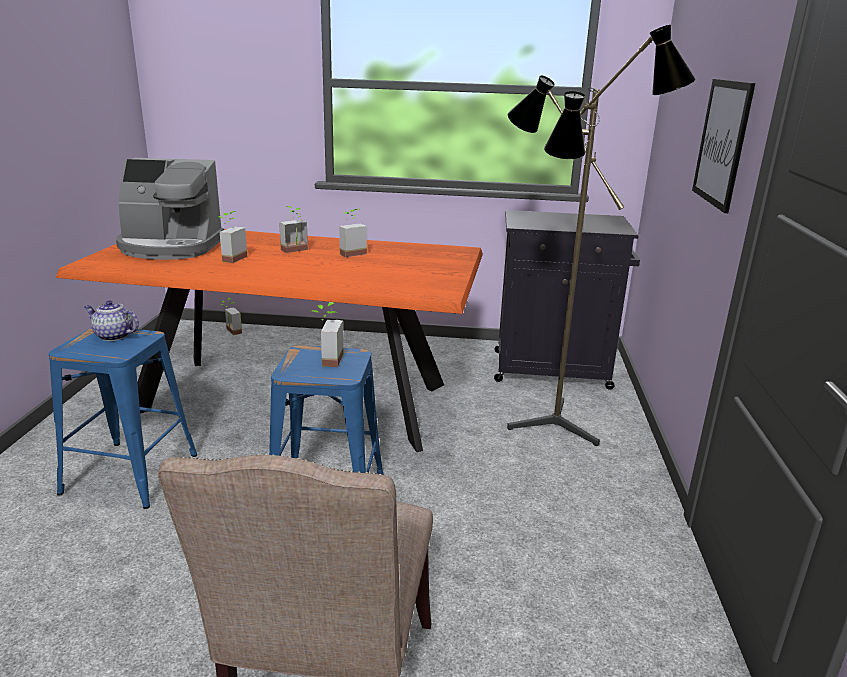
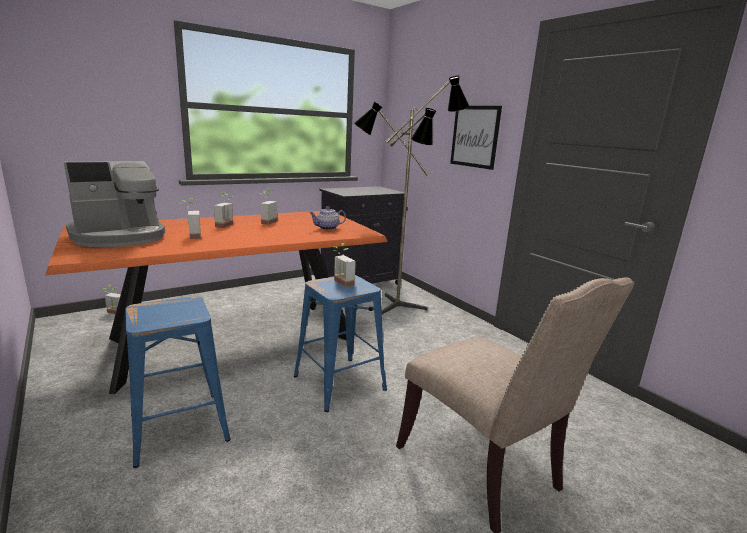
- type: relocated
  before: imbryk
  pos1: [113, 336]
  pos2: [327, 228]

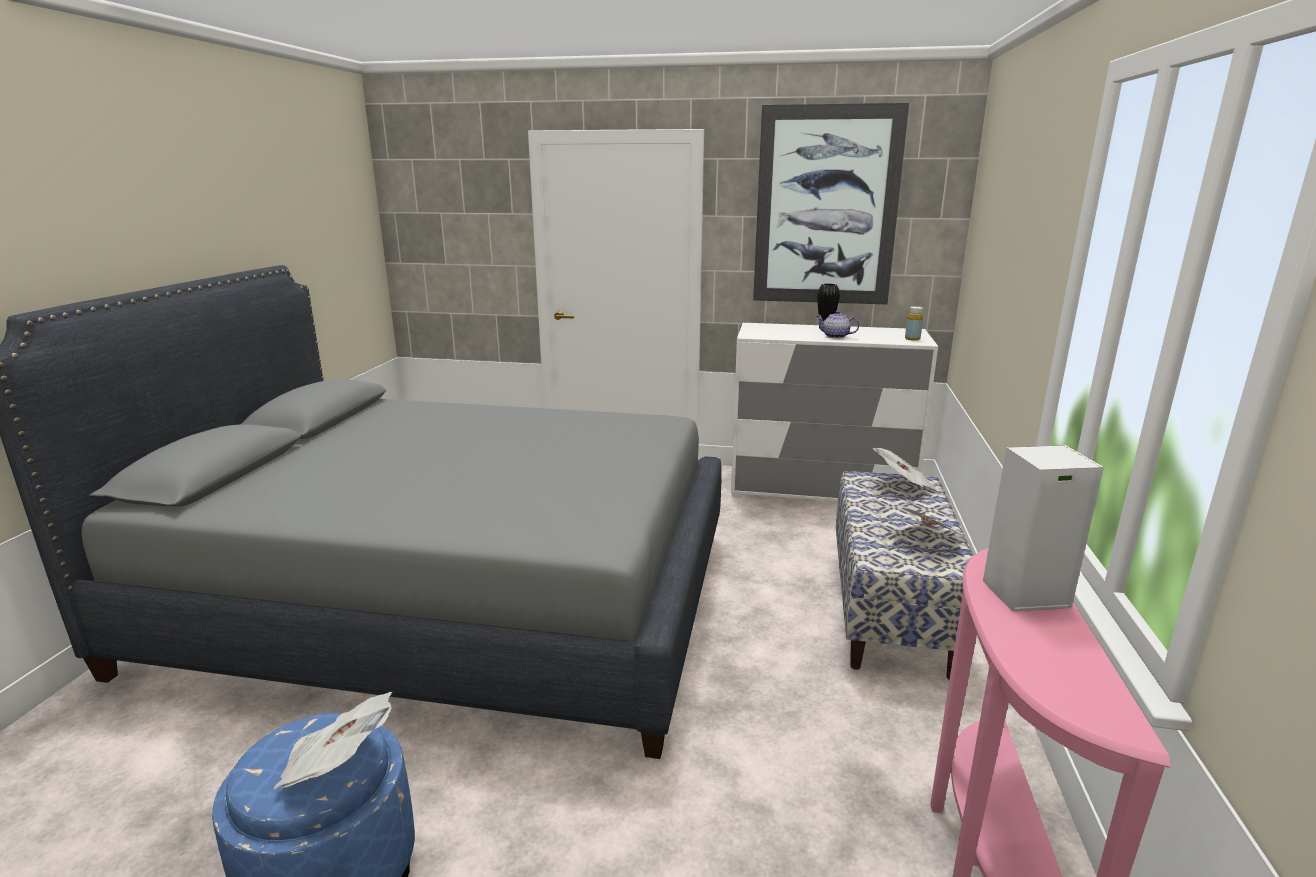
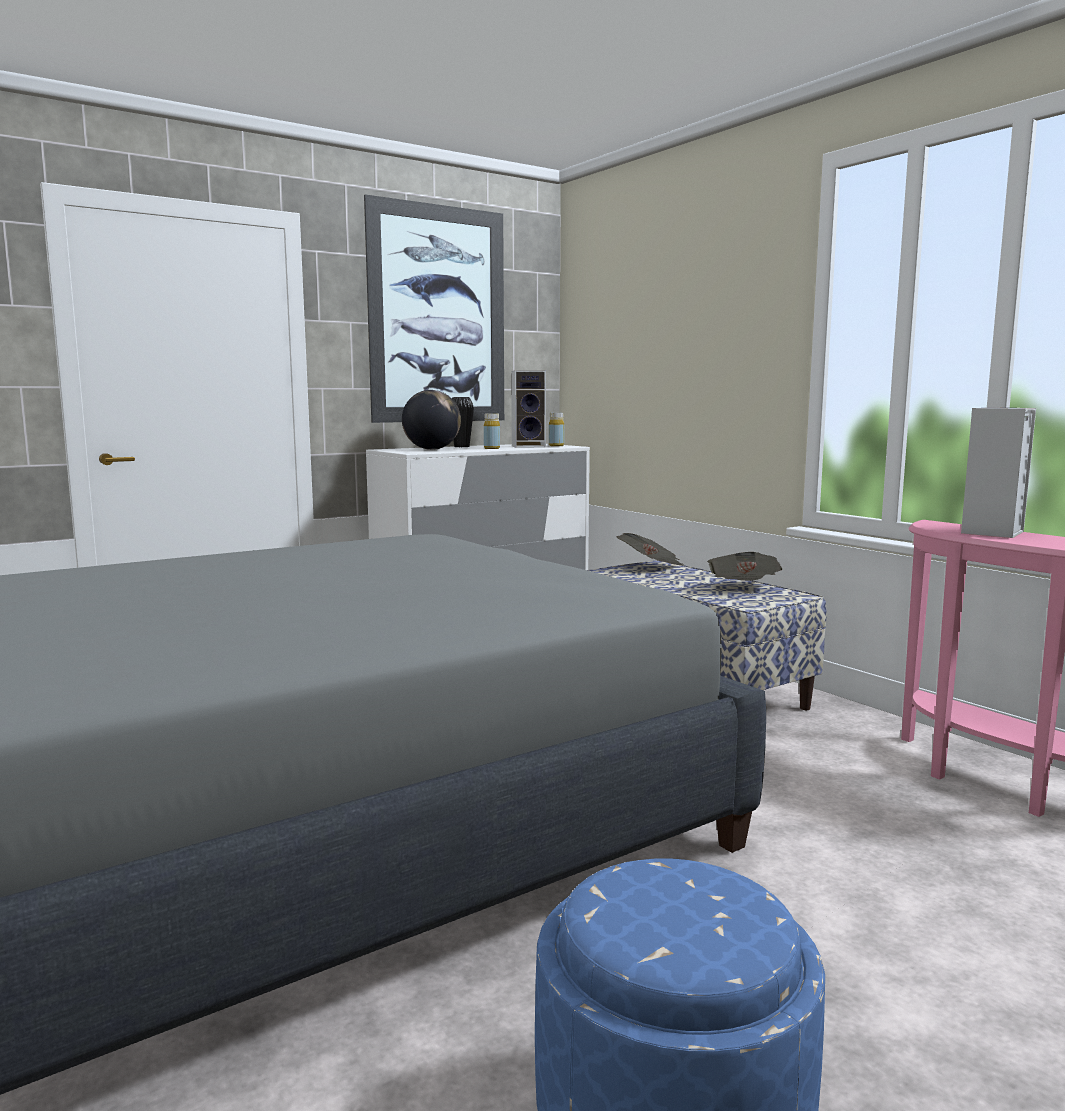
- type: appeared
  after: globus
  pos2: [432, 449]
- type: exchanged
  before: imbryk
  after: butelka (żółty)
  pos1: [836, 336]
  pos2: [491, 448]
- type: appeared
  after: głośnik
  pos2: [529, 446]
- type: missing
  before: gazeta
  pos1: [338, 764]

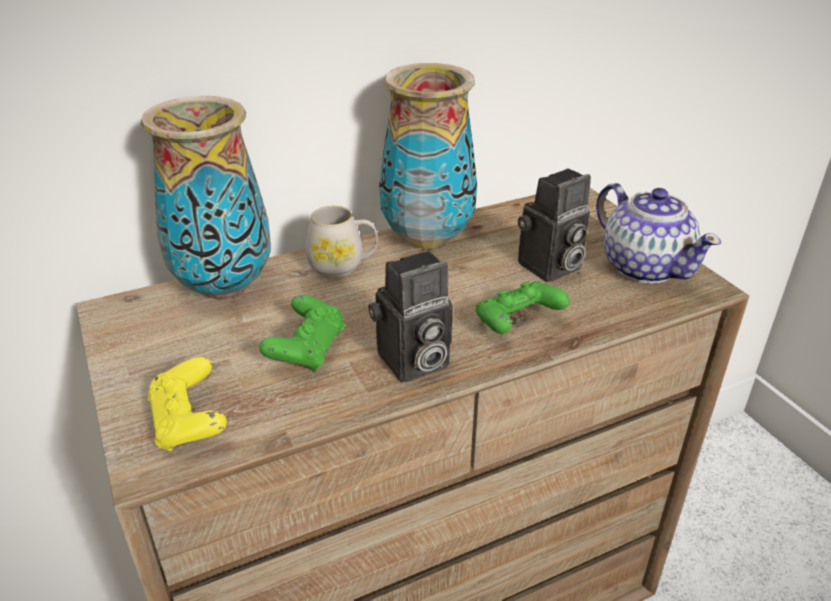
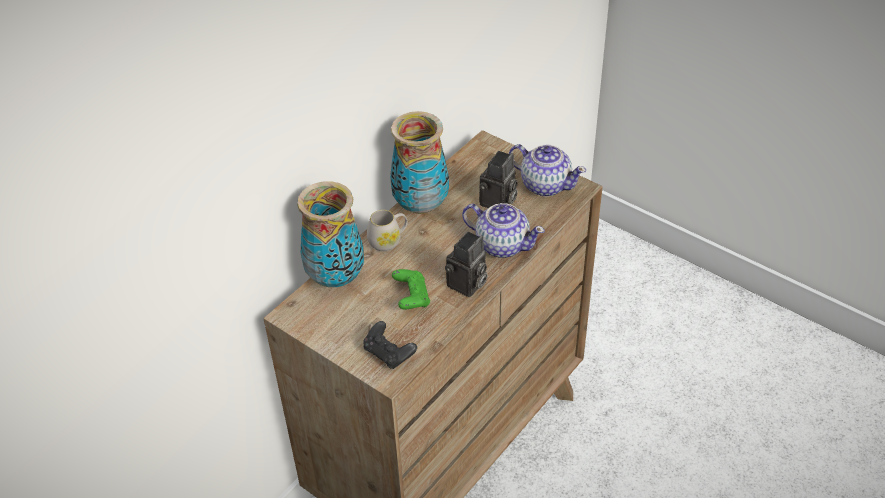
- type: colour
  before: pad do gier (żółty)
  after: pad do gier (czarny)
  pos1: [189, 422]
  pos2: [389, 353]
- type: exchanged
  before: pad do gier (zielony)
  after: imbryk
  pos1: [517, 324]
  pos2: [502, 244]

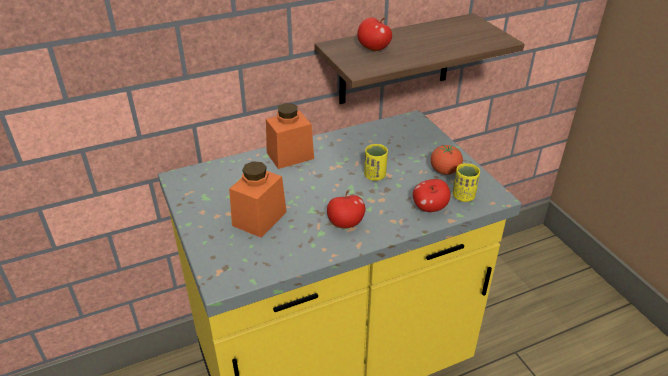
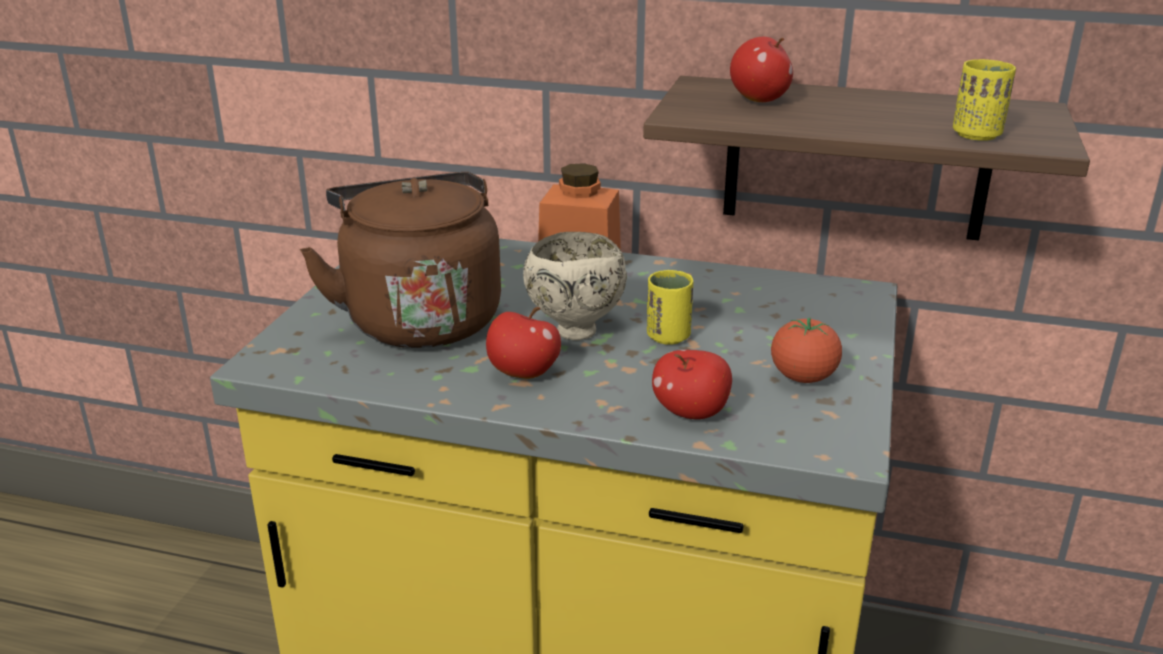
- type: exchanged
  before: słoik (pomarańczowy)
  after: czajnik (brązowy)
  pos1: [259, 218]
  pos2: [419, 318]
- type: appeared
  after: miska (beżowy)
  pos2: [574, 330]
- type: relocated
  before: filiżanka (żółty)
  pos1: [463, 196]
  pos2: [977, 135]

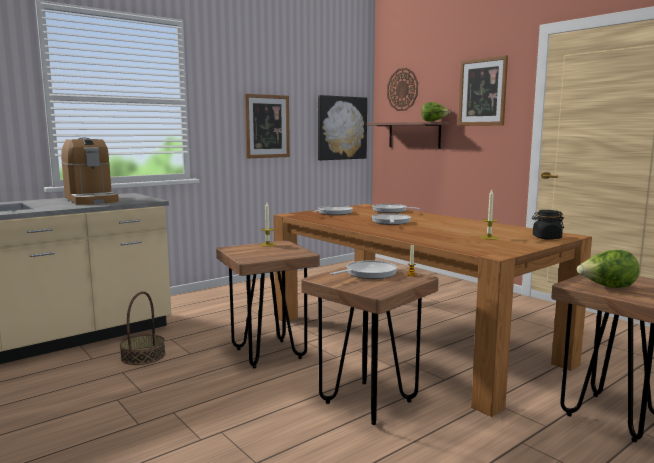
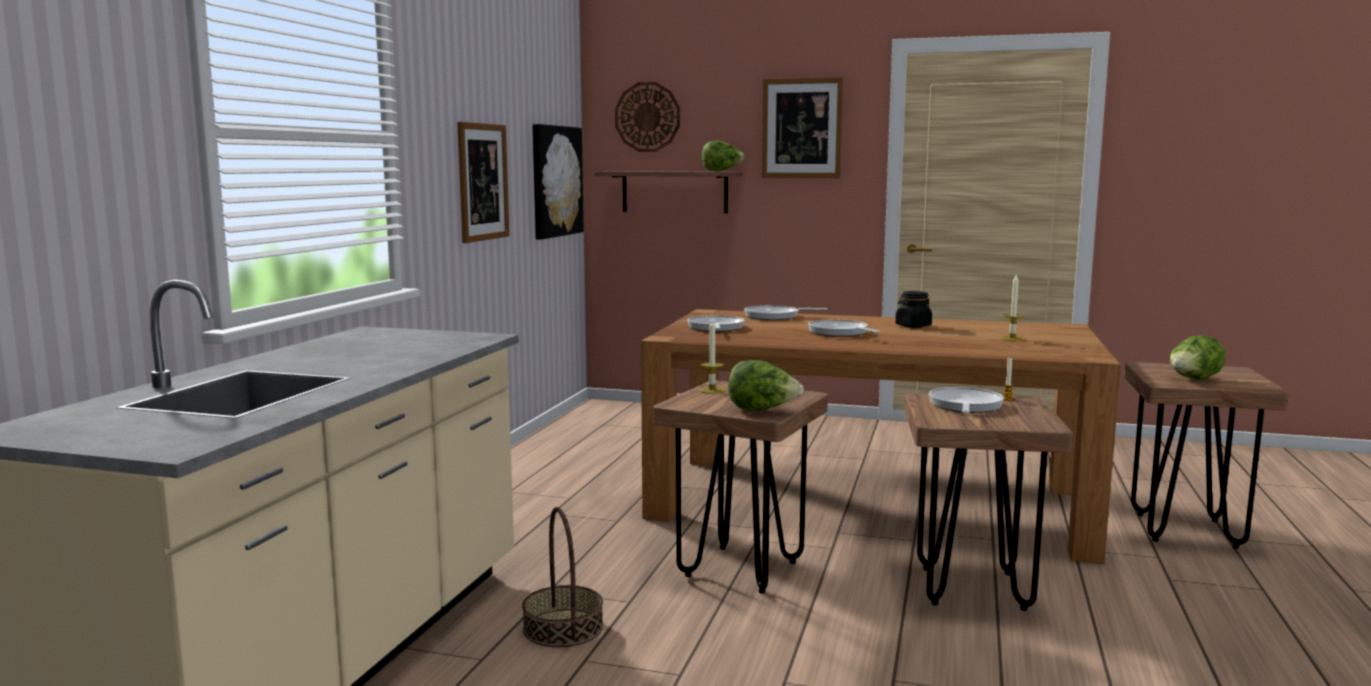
- type: appeared
  after: sałata
  pos2: [762, 410]
- type: relocated
  before: słoik (czarny)
  pos1: [546, 238]
  pos2: [913, 326]
- type: missing
  before: ekspres do kawy
  pos1: [91, 199]

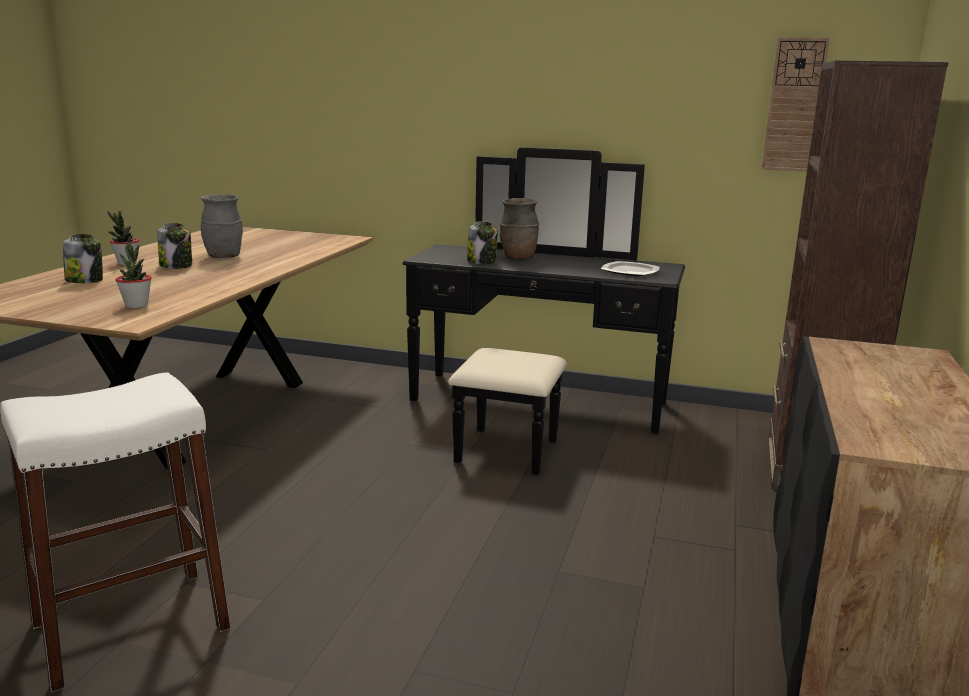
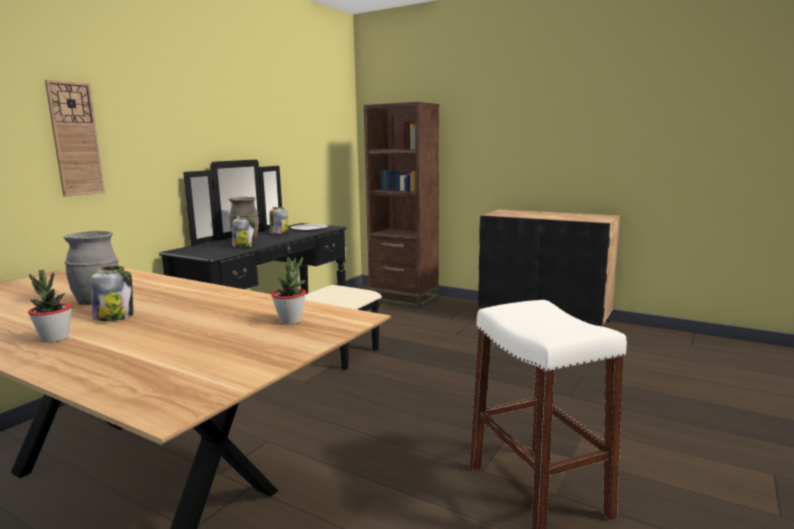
- type: relocated
  before: zegar ścienny
  pos1: [794, 105]
  pos2: [75, 139]
- type: relocated
  before: słoik
  pos1: [85, 280]
  pos2: [279, 233]

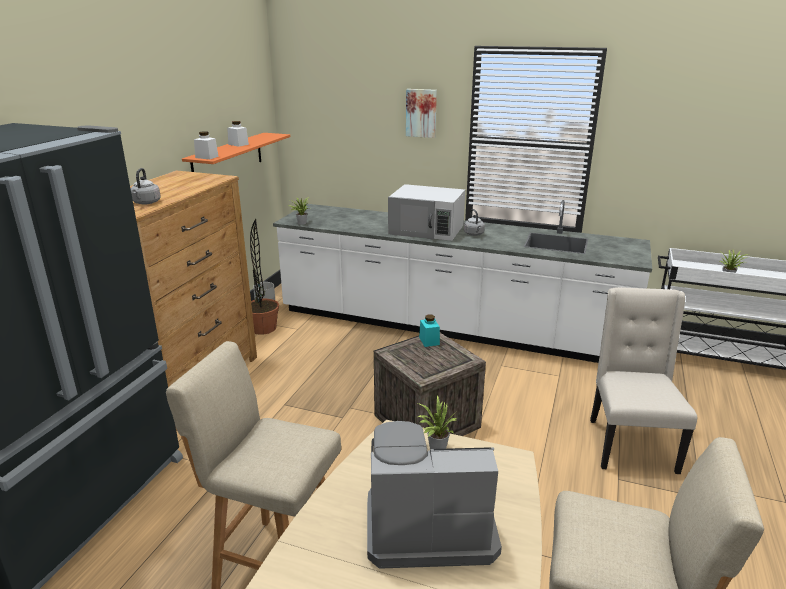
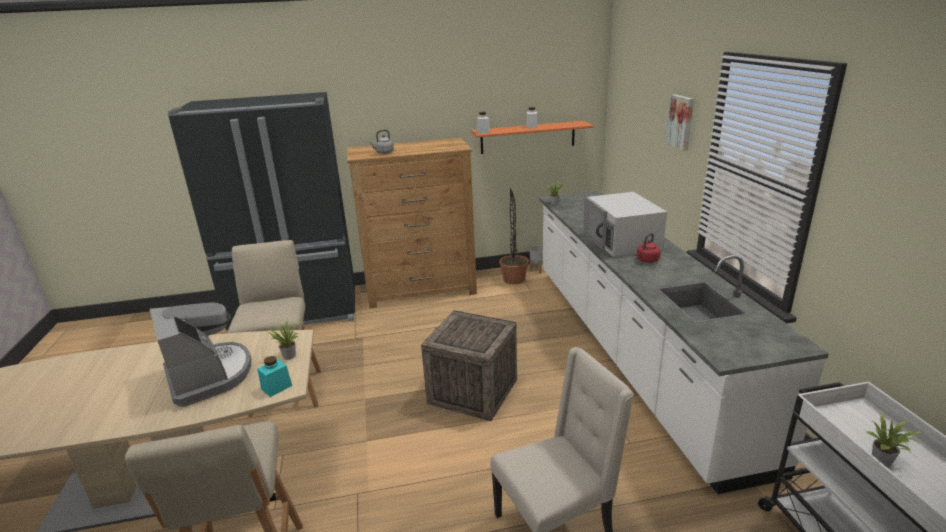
- type: relocated
  before: słoik (turkusowy)
  pos1: [429, 341]
  pos2: [276, 387]
- type: colour
  before: czajnik (szary)
  after: czajnik (czerwony)
  pos1: [474, 234]
  pos2: [646, 260]

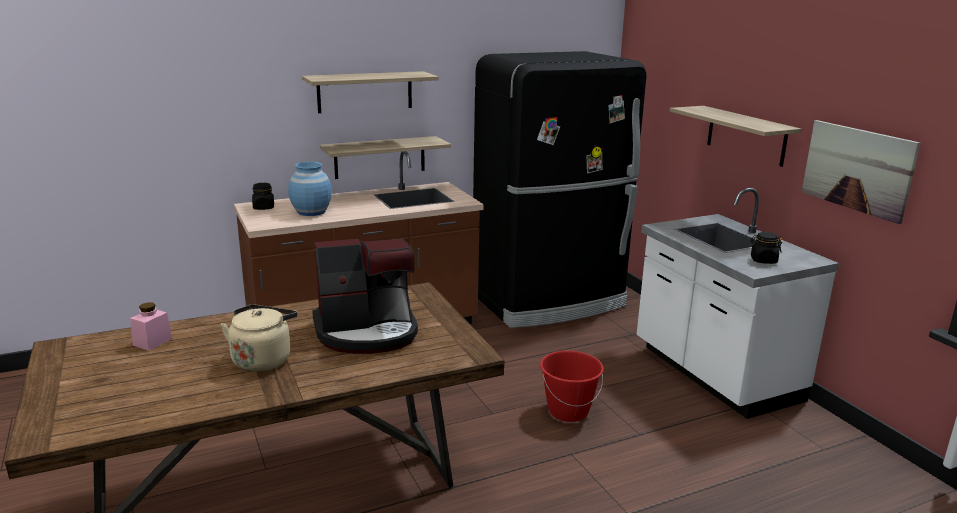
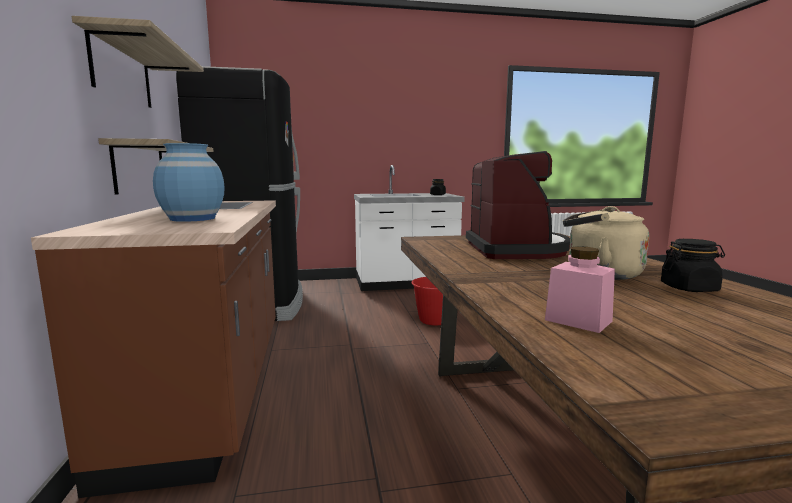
- type: relocated
  before: słoik (czarny)
  pos1: [263, 207]
  pos2: [689, 288]
- type: missing
  before: półka
  pos1: [746, 135]
- type: missing
  before: obraz
  pos1: [857, 169]

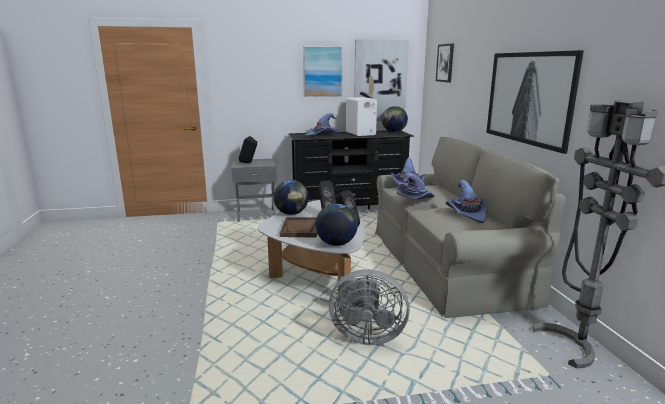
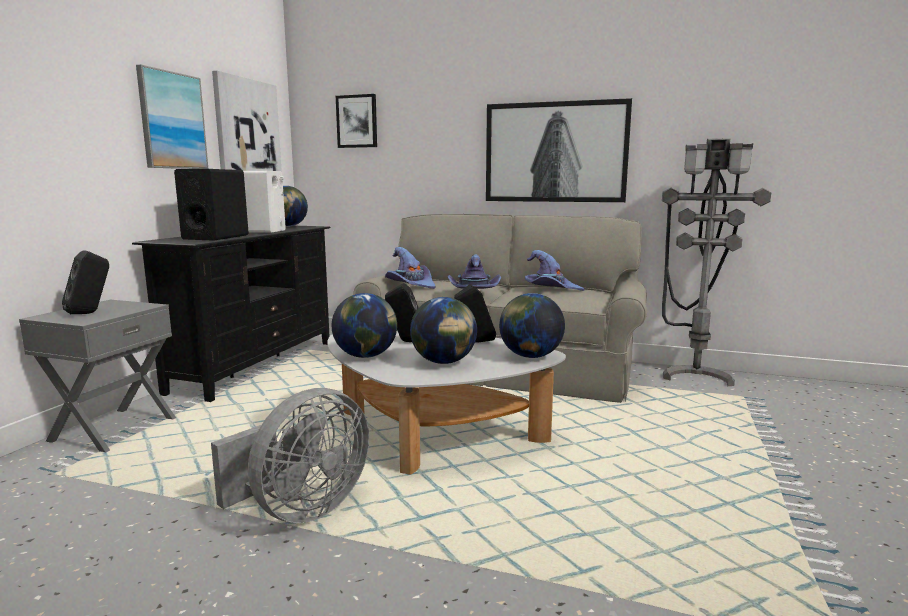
- type: exchanged
  before: kapelusz (fioletowy)
  after: głośnik (czarny)
  pos1: [322, 135]
  pos2: [216, 237]
- type: relocated
  before: wentylator (szary)
  pos1: [365, 335]
  pos2: [301, 510]
- type: exchanged
  before: taca (brązowy)
  after: globus
  pos1: [300, 228]
  pos2: [444, 362]

